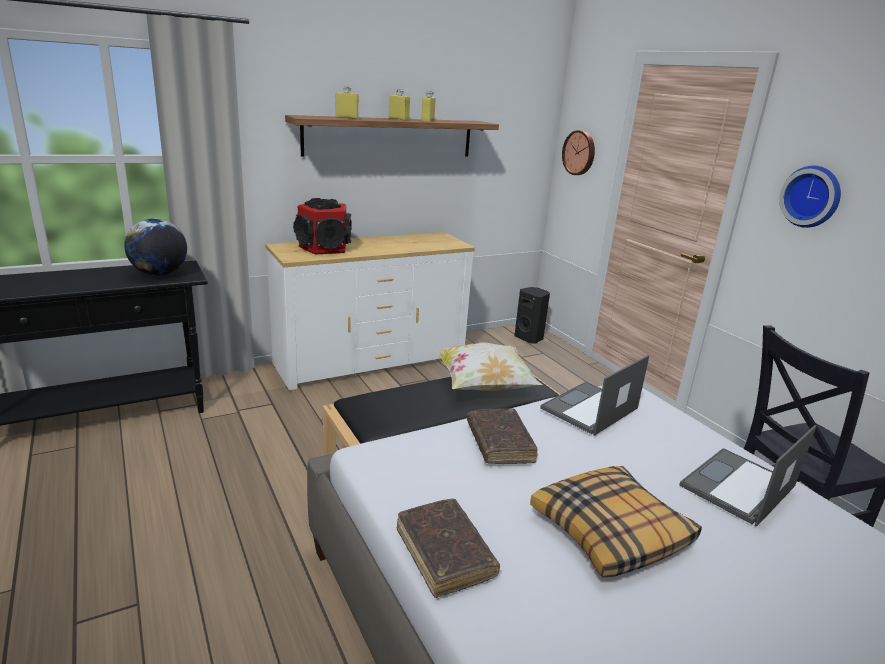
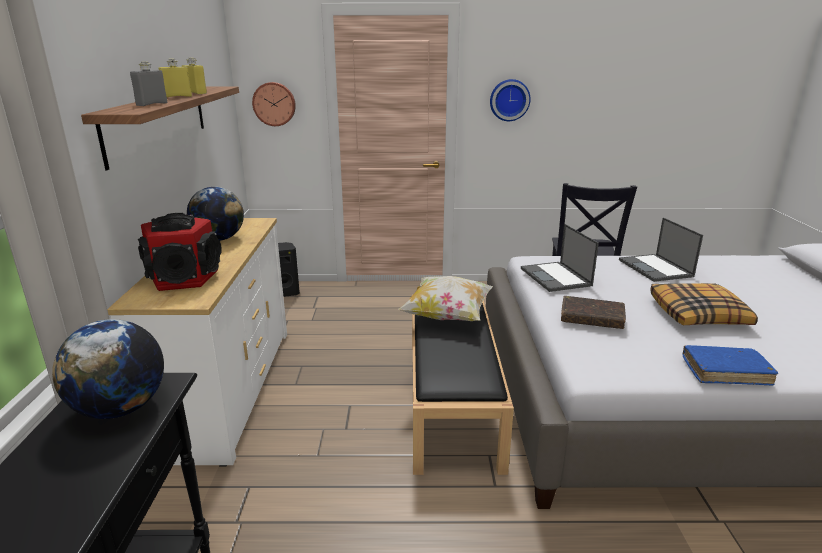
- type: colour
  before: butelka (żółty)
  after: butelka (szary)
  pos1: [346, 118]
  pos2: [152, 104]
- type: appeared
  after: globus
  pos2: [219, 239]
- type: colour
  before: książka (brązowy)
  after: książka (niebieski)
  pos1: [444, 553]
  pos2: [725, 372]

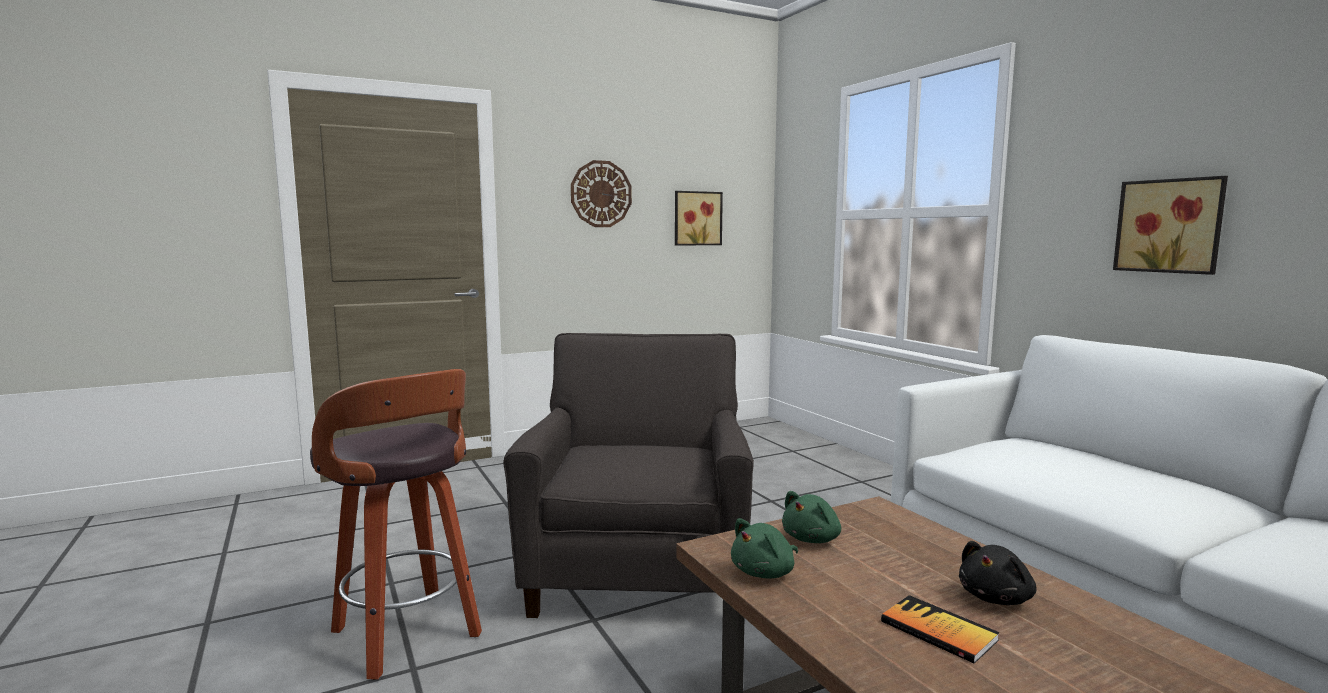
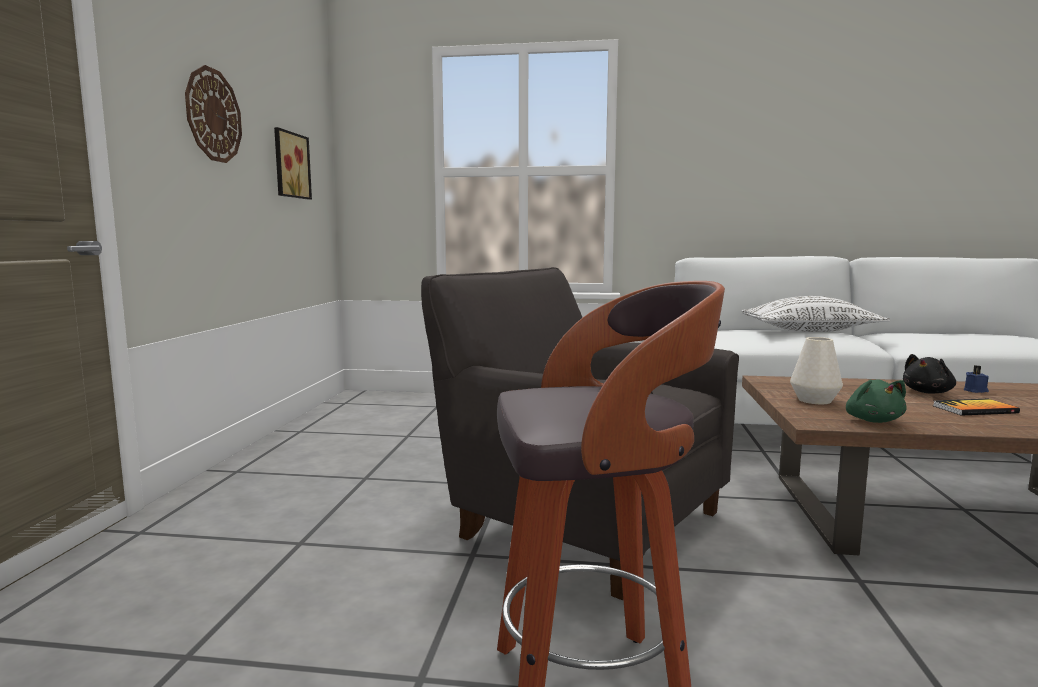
- type: appeared
  after: poduszka (biały)
  pos2: [810, 331]
- type: exchanged
  before: pluszak (zielony)
  after: wazon (biały)
  pos1: [813, 539]
  pos2: [814, 400]
- type: spun
  before: pluszak (czarny)
  pos1: [996, 598]
  pos2: [928, 392]
  turn: 60
- type: appeared
  after: świeca (niebieski)
  pos2: [976, 391]
- type: missing
  before: obraz
  pos1: [1170, 226]

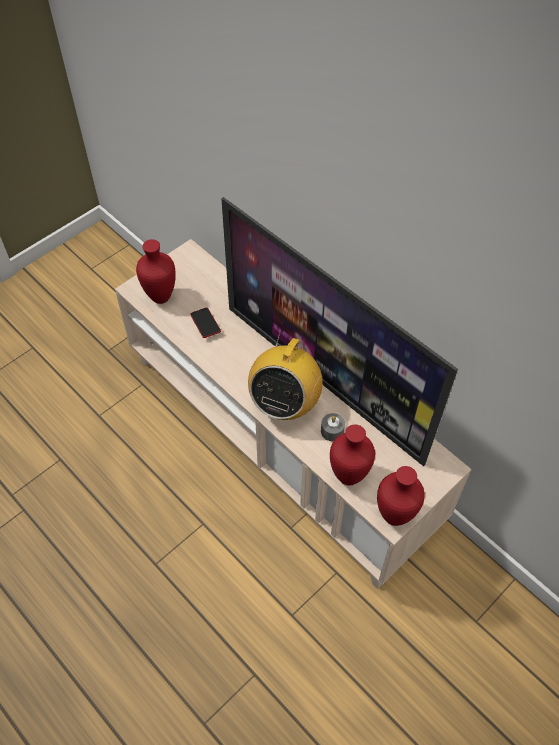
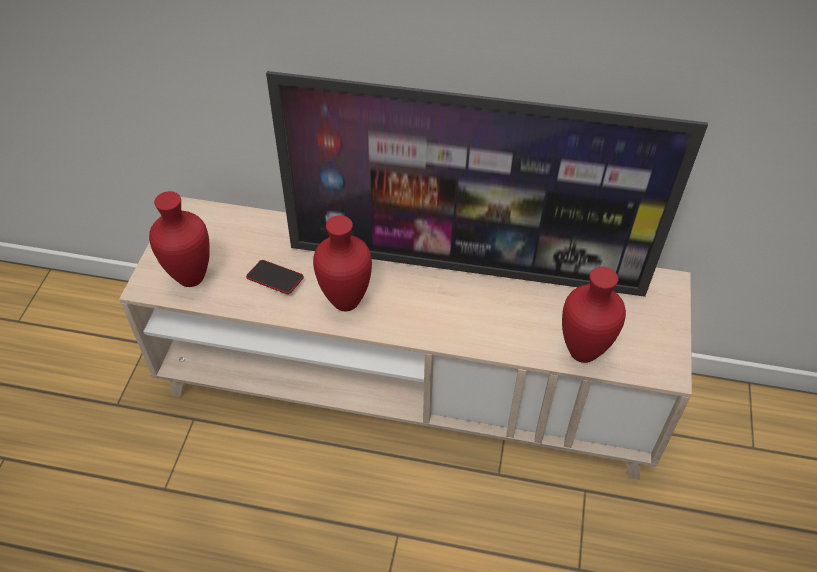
- type: relocated
  before: wazon (czerwony)
  pos1: [396, 517]
  pos2: [348, 301]
- type: missing
  before: radio
  pos1: [285, 403]
- type: missing
  before: świeca (szary)
  pos1: [332, 431]

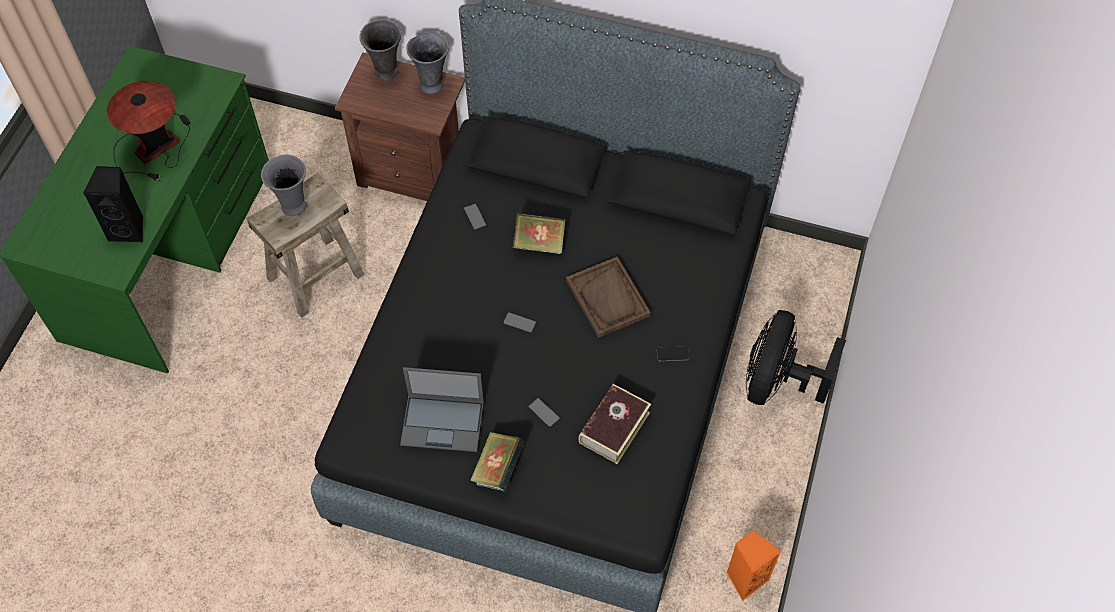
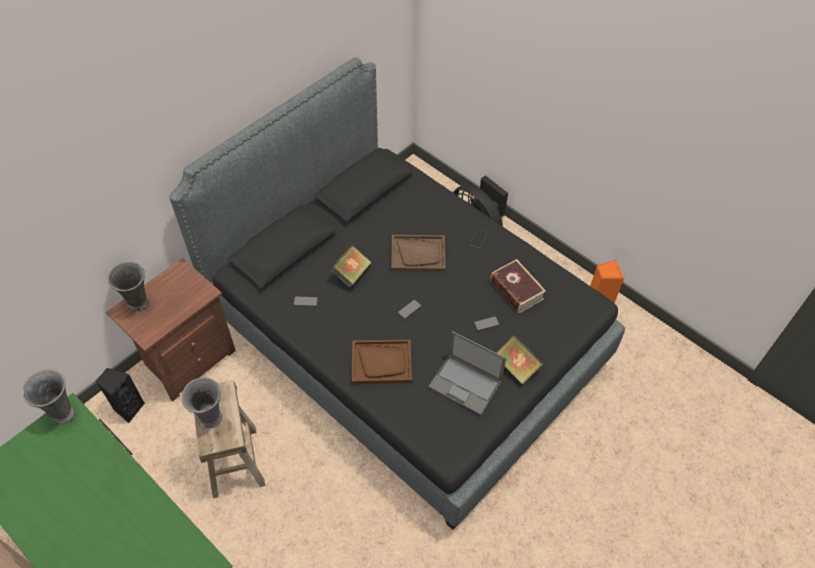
- type: relocated
  before: wazon (szary)
  pos1: [432, 84]
  pos2: [63, 413]
- type: relocated
  before: głośnik (czarny)
  pos1: [129, 229]
  pos2: [128, 408]
- type: appeared
  after: taca (brązowy)
  pos2: [381, 362]
- type: spun
  before: laptop
  pos1: [443, 422]
  pos2: [466, 384]
  turn: 90
- type: missing
  before: lampa stołowa
  pos1: [155, 147]

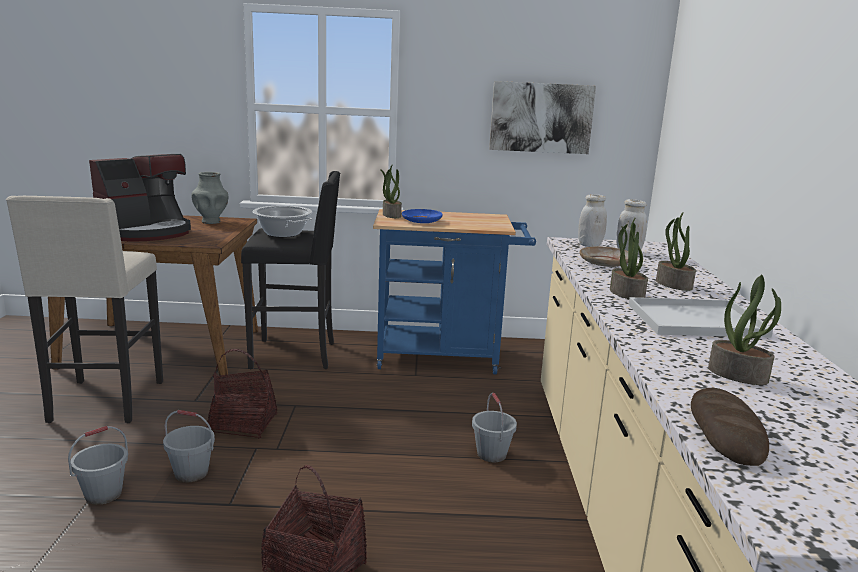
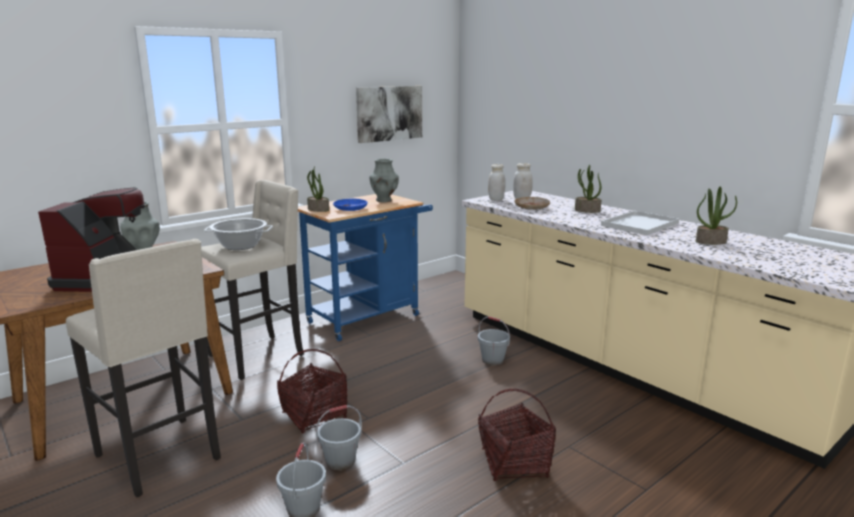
- type: colour
  before: stołek (czarny)
  after: stołek (beżowy)
  pos1: [295, 355]
  pos2: [258, 355]
- type: appeared
  after: wazon (szary)
  pos2: [384, 200]
- type: missing
  before: roślina doniczkowa
  pos1: [626, 294]
- type: missing
  before: chleb
  pos1: [725, 432]

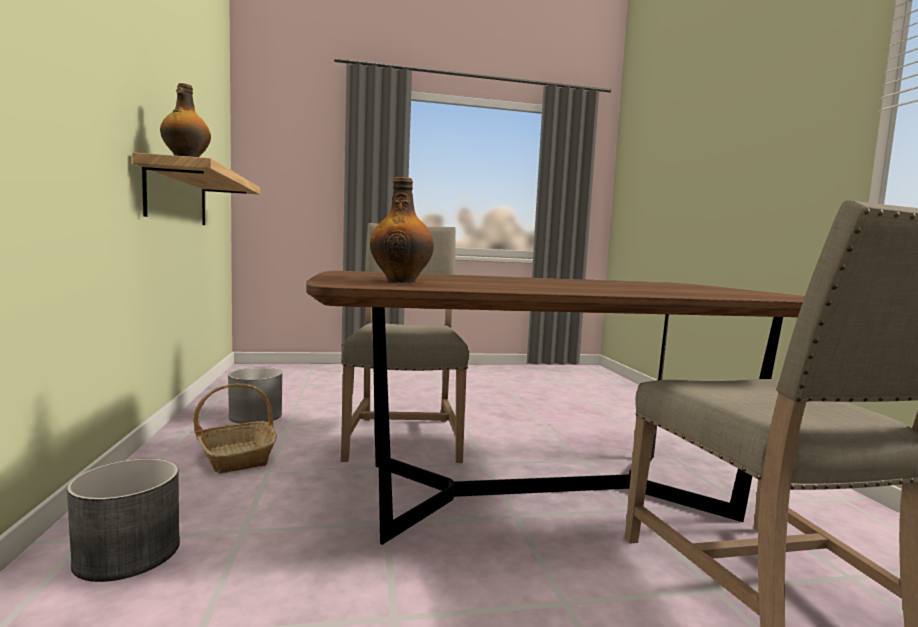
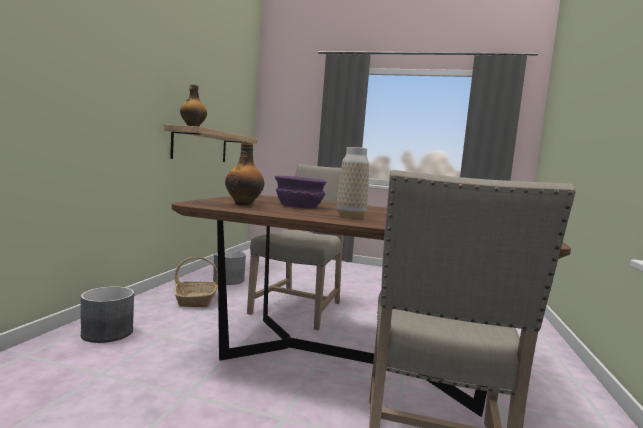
- type: appeared
  after: miska (fioletowy)
  pos2: [299, 206]
- type: appeared
  after: wazon
  pos2: [350, 216]

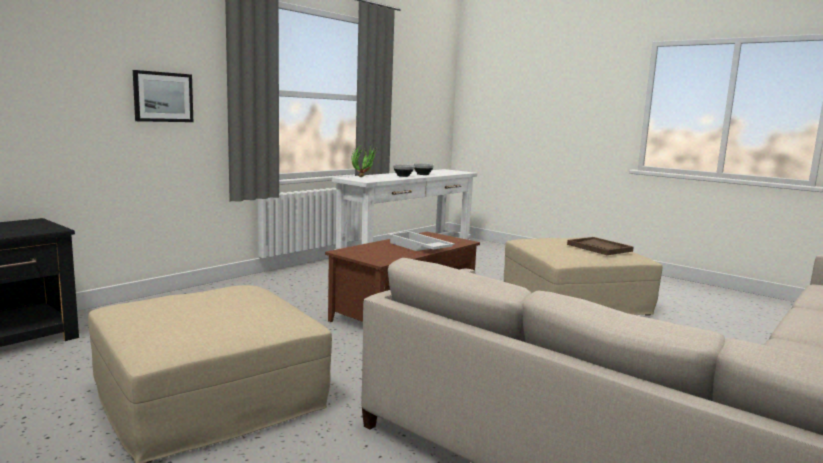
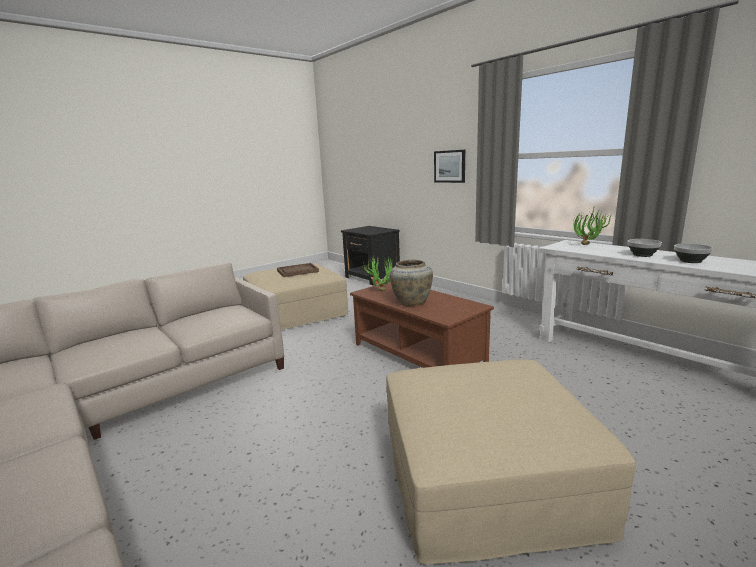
- type: relocated
  before: taca (brązowy)
  pos1: [599, 248]
  pos2: [297, 271]
- type: appeared
  after: roślina doniczkowa
  pos2: [379, 290]
- type: exchanged
  before: taca (biały)
  after: wazon (beżowy)
  pos1: [419, 247]
  pos2: [411, 302]

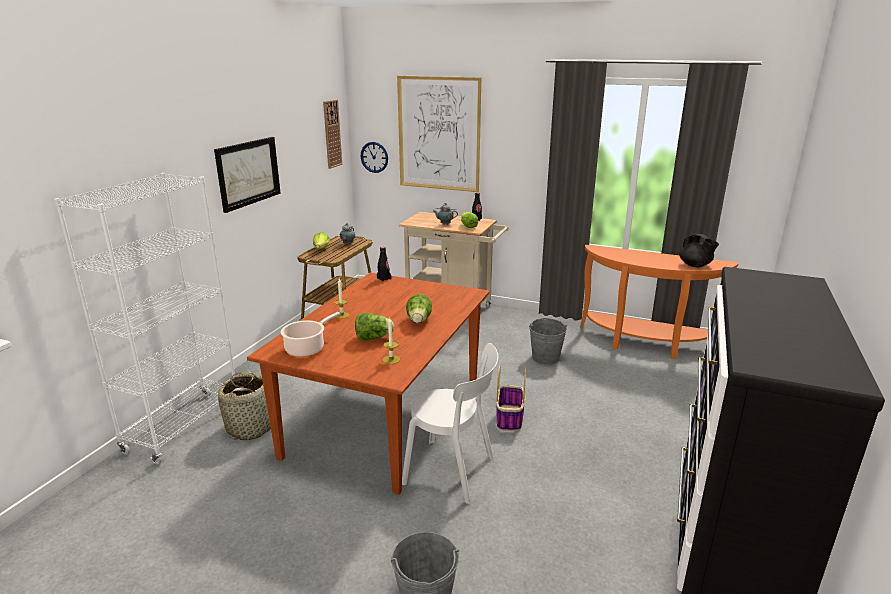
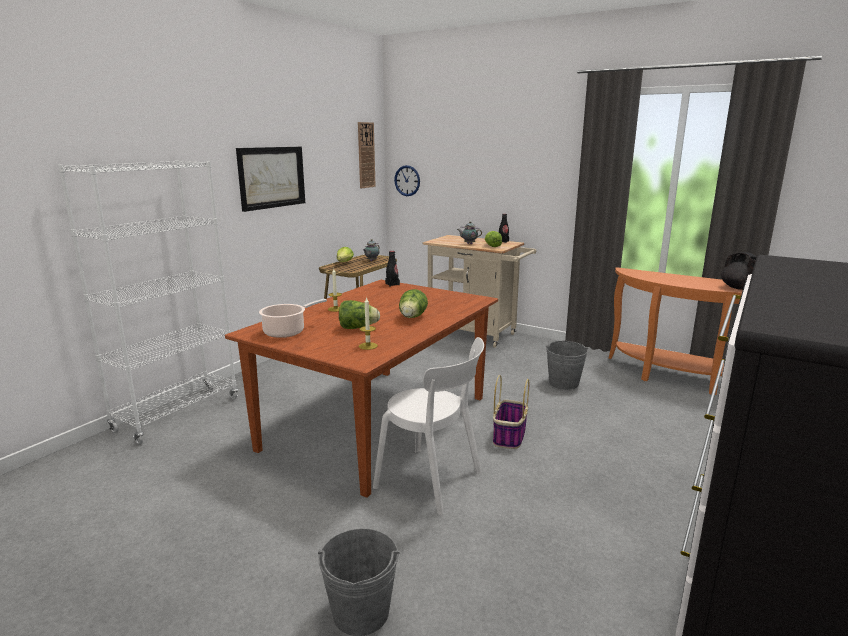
- type: missing
  before: koszyk
  pos1: [251, 427]
- type: missing
  before: obraz
  pos1: [439, 134]

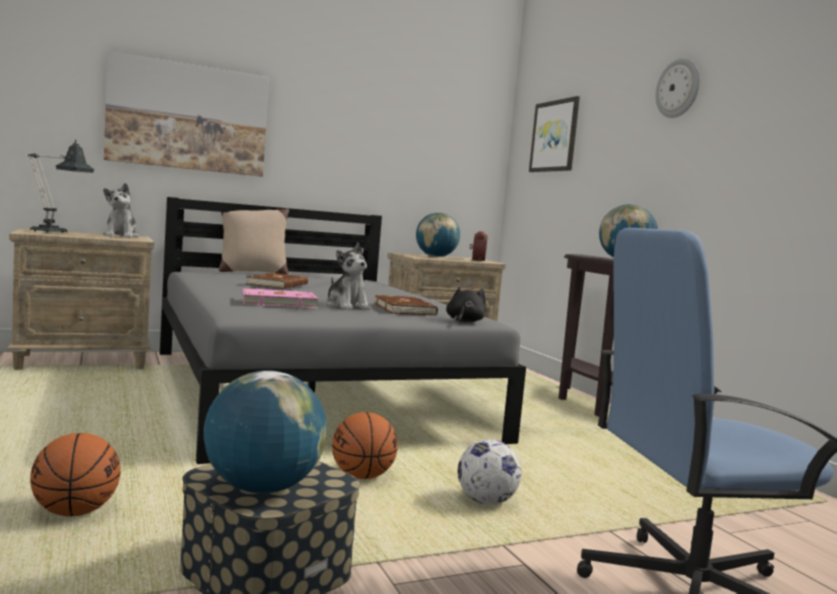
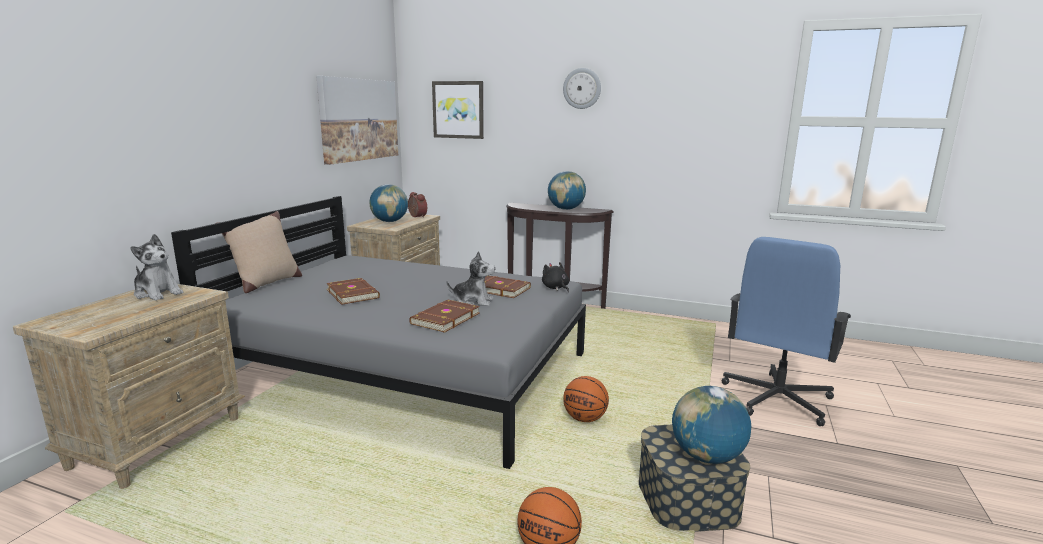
- type: relocated
  before: obraz
  pos1: [188, 117]
  pos2: [359, 119]
- type: colour
  before: książka (różowy)
  after: książka (brązowy)
  pos1: [278, 302]
  pos2: [444, 318]
- type: missing
  before: lampa stołowa
  pos1: [54, 232]
- type: missing
  before: piłka futbolowa
  pos1: [486, 502]

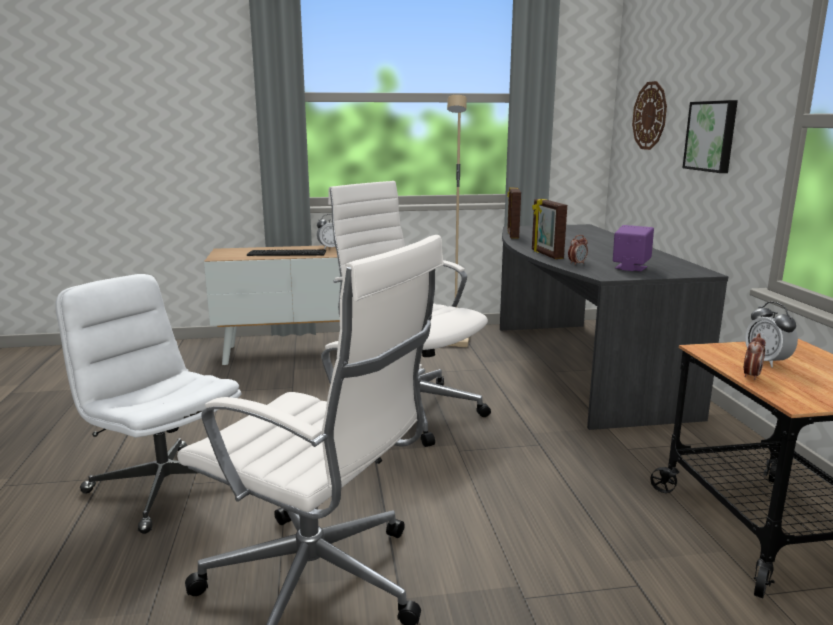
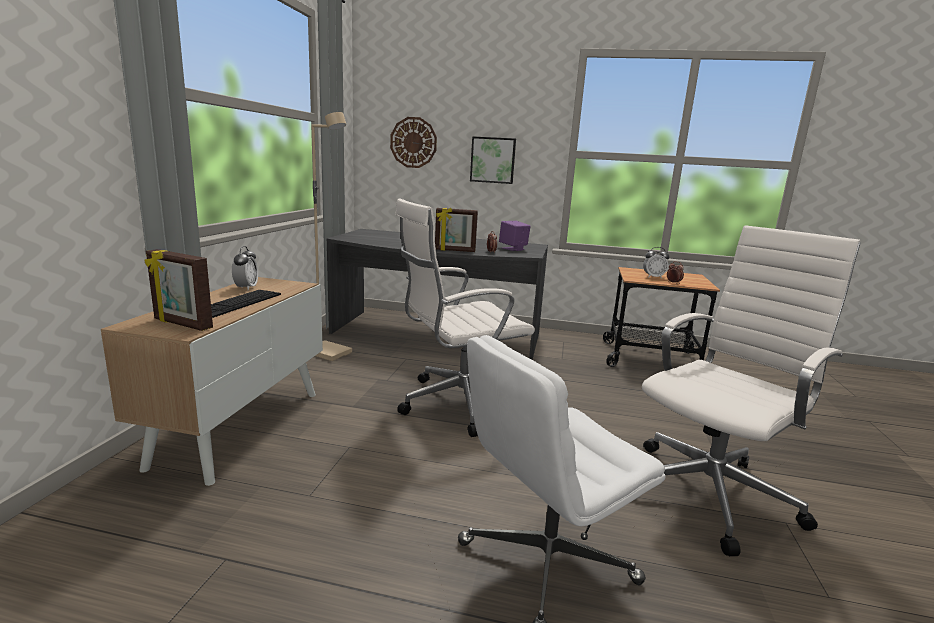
- type: relocated
  before: ramka na zdjęcie
  pos1: [512, 235]
  pos2: [182, 324]

